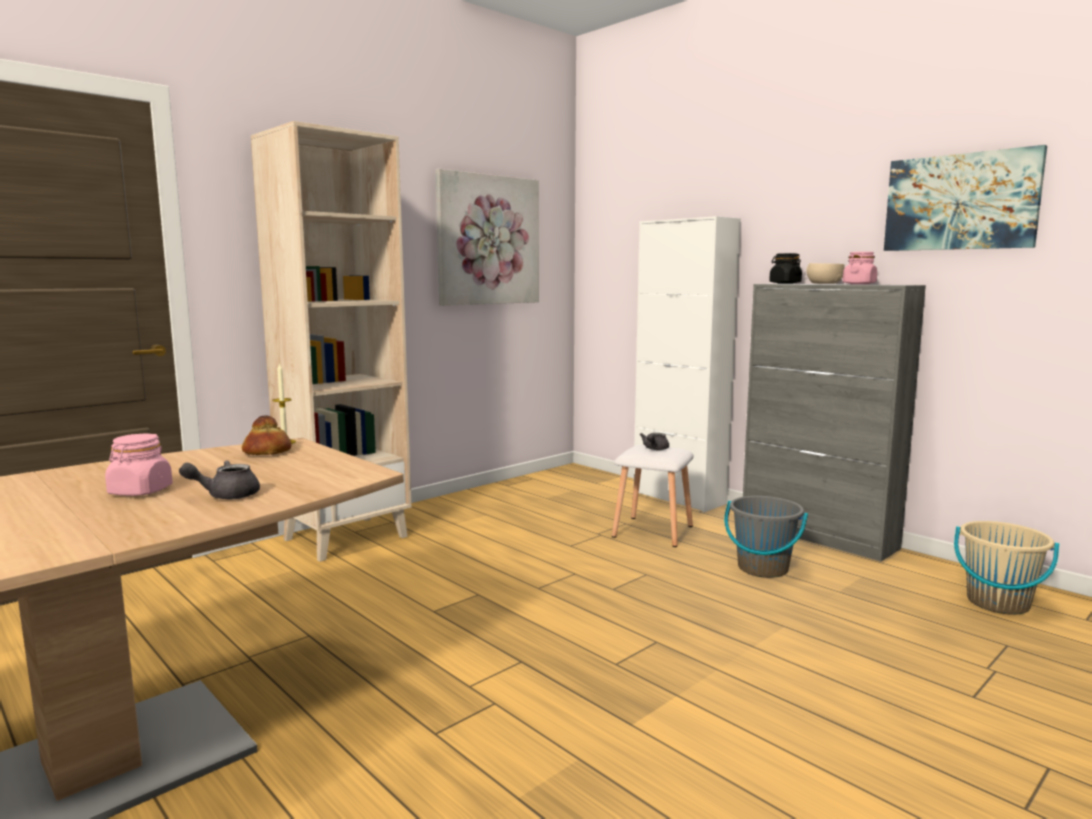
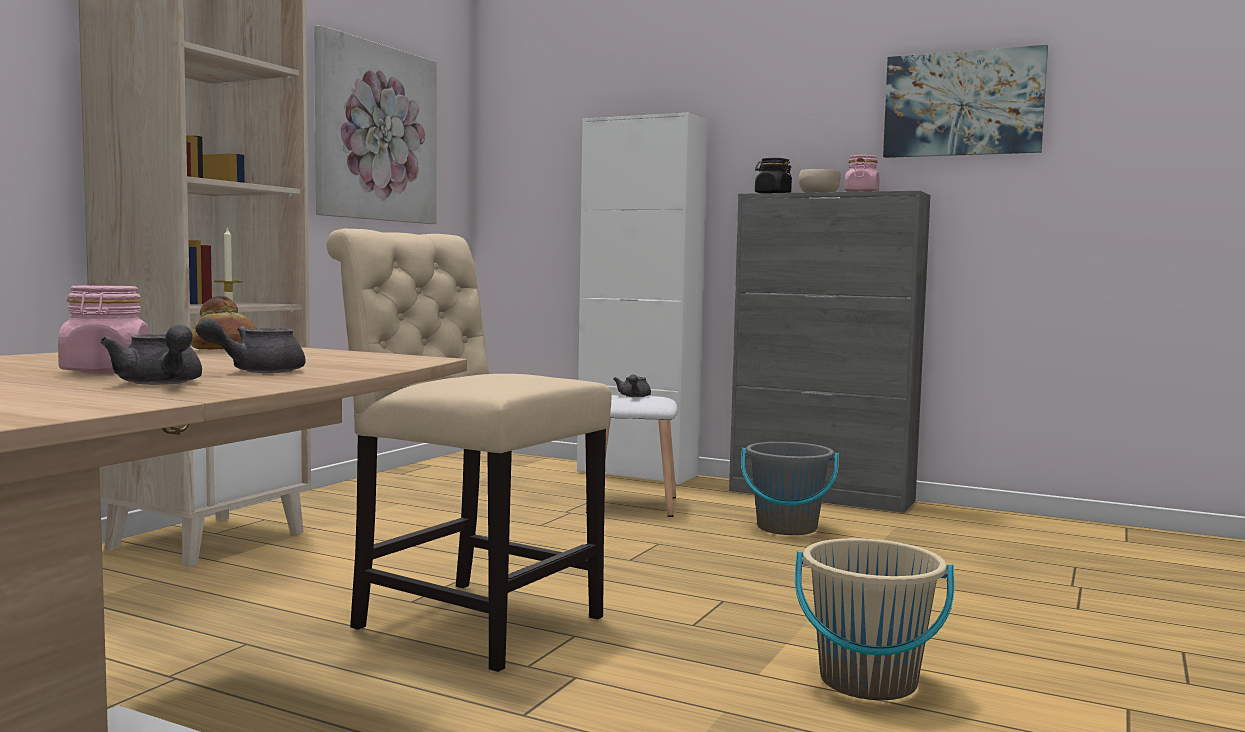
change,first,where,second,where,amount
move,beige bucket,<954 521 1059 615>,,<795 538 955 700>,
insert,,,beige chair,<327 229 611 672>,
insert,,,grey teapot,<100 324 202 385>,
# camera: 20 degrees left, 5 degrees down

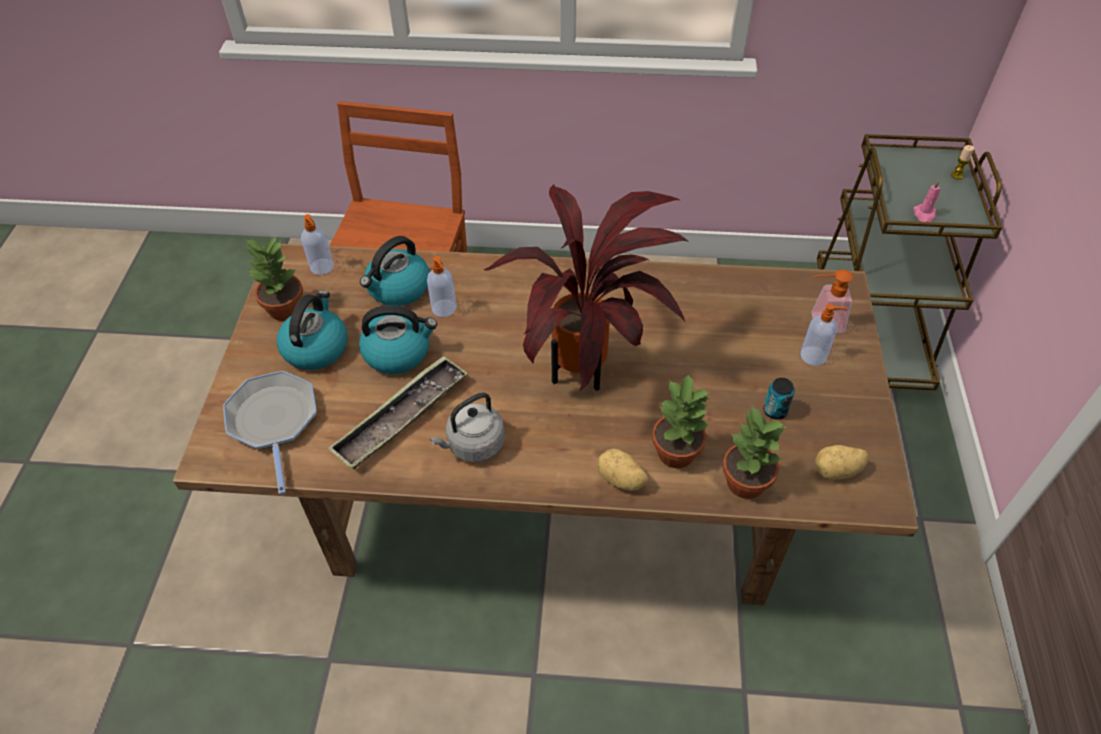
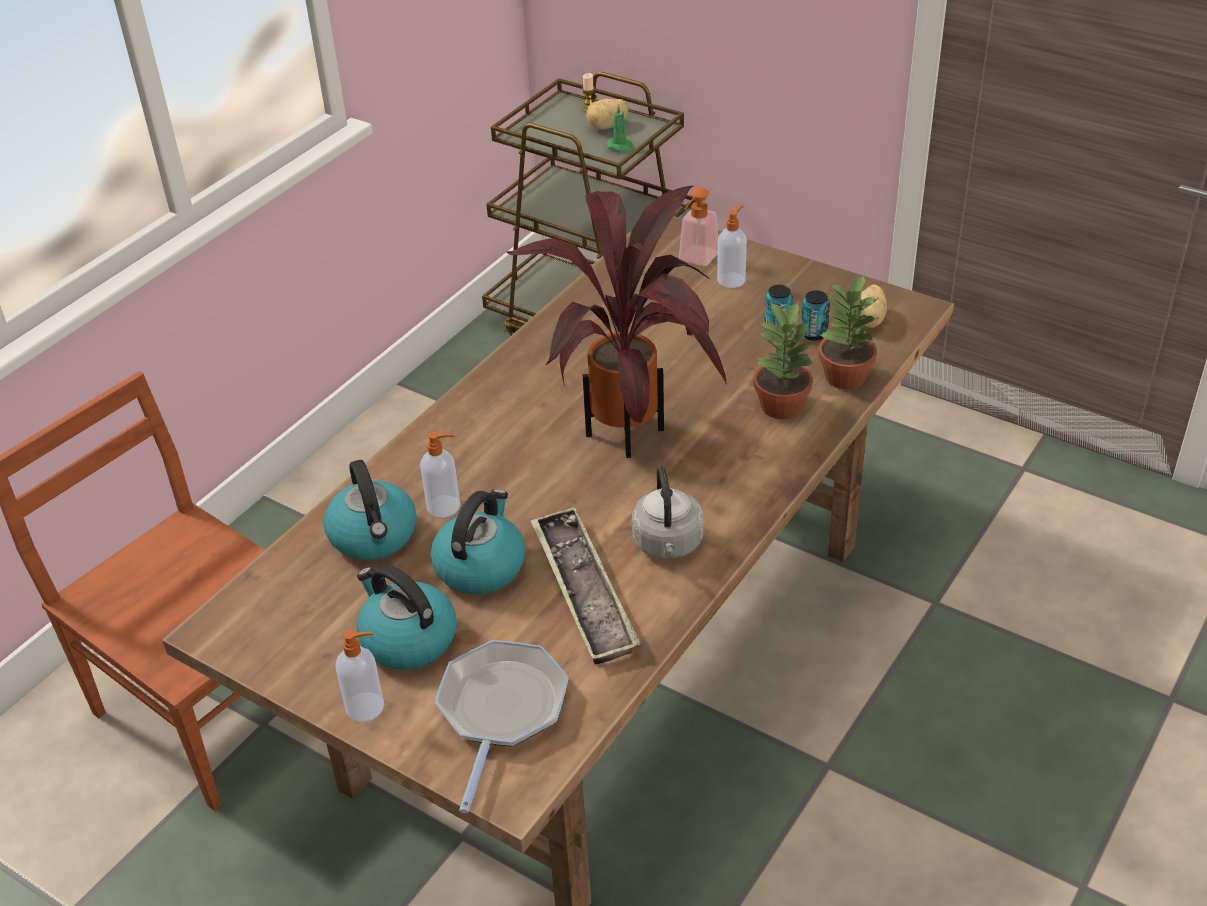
change,first,where,second,where,amount
recolor,pink candle,<913 180 940 222>,green candle,<607 104 633 153>,
move,soap dispenser,<301 214 334 275>,,<336 630 384 722>,
delete,potted plant,<246 237 303 321>,,,
rotate,frying pan,<223 371 317 495>,,<435 640 569 813>,90 degrees clockwise
move,potato,<598 448 648 491>,,<586 99 629 130>,
insert,,,can,<801 290 830 341>,
# camera: 60 degrees left, 10 degrees down

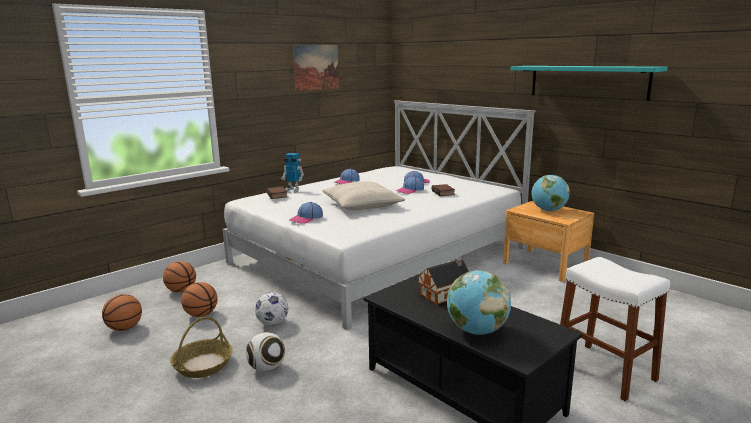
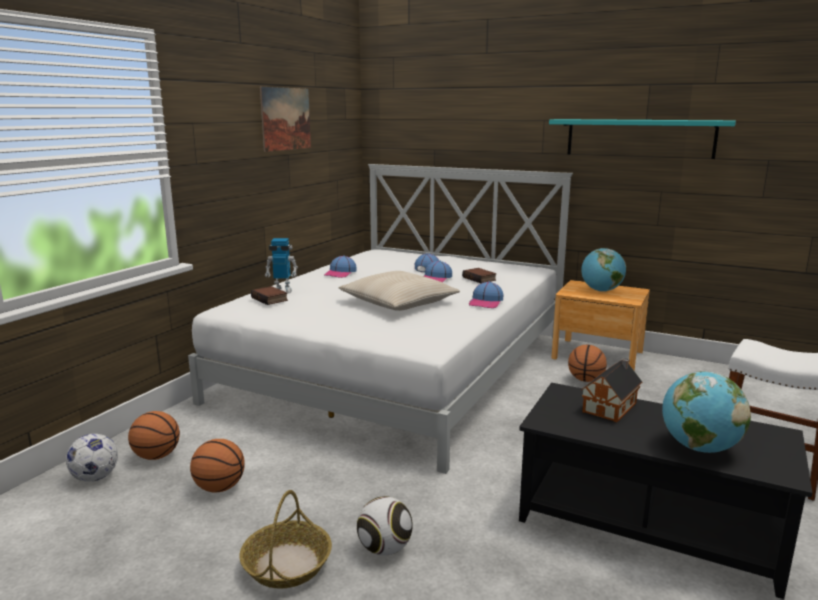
change,first,where,second,where,amount
move,cap,<289 202 323 224>,,<469 281 503 308>,
move,football,<255 292 288 326>,,<66 434 118 482>,
move,basketball,<102 294 142 331>,,<568 345 607 382>,
# camera: 20 degrees left, 0 degrees up

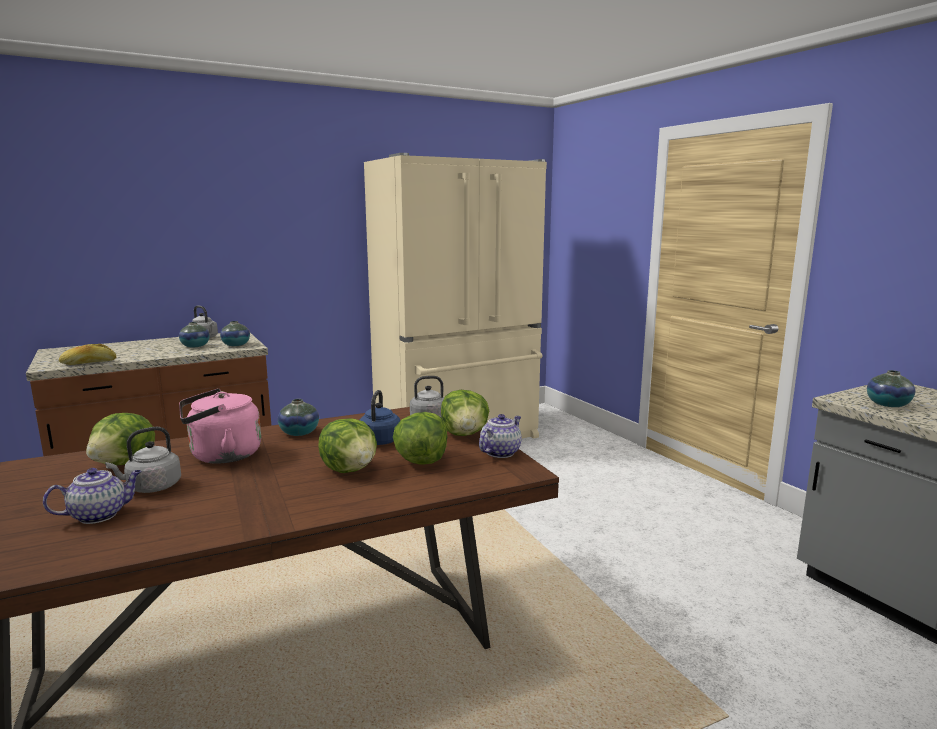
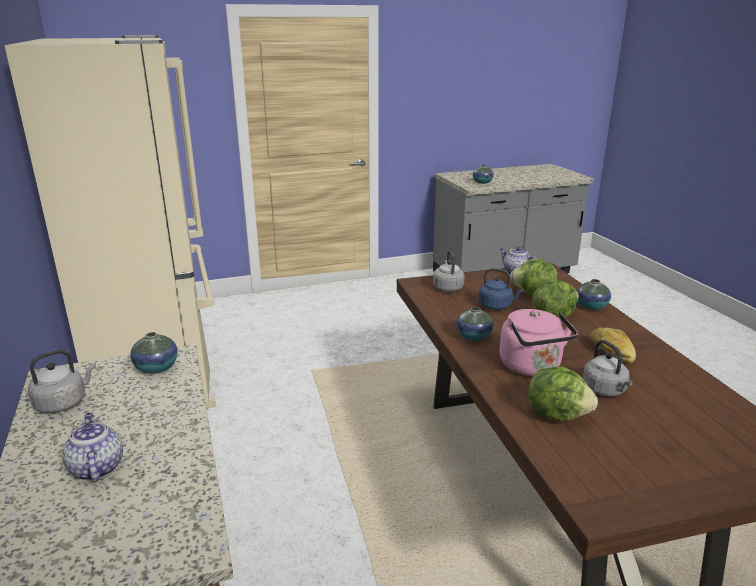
change,first,where,second,where,amount
move,vase,<179 322 210 348>,,<577 279 611 310>,
move,bread,<59 344 116 365>,,<590 327 636 363>,
delete,lettuce,<441 390 489 436>,,,
move,teapot,<43 468 142 524>,,<62 413 123 482>,
# camera: 80 degrees left, 10 degrees up

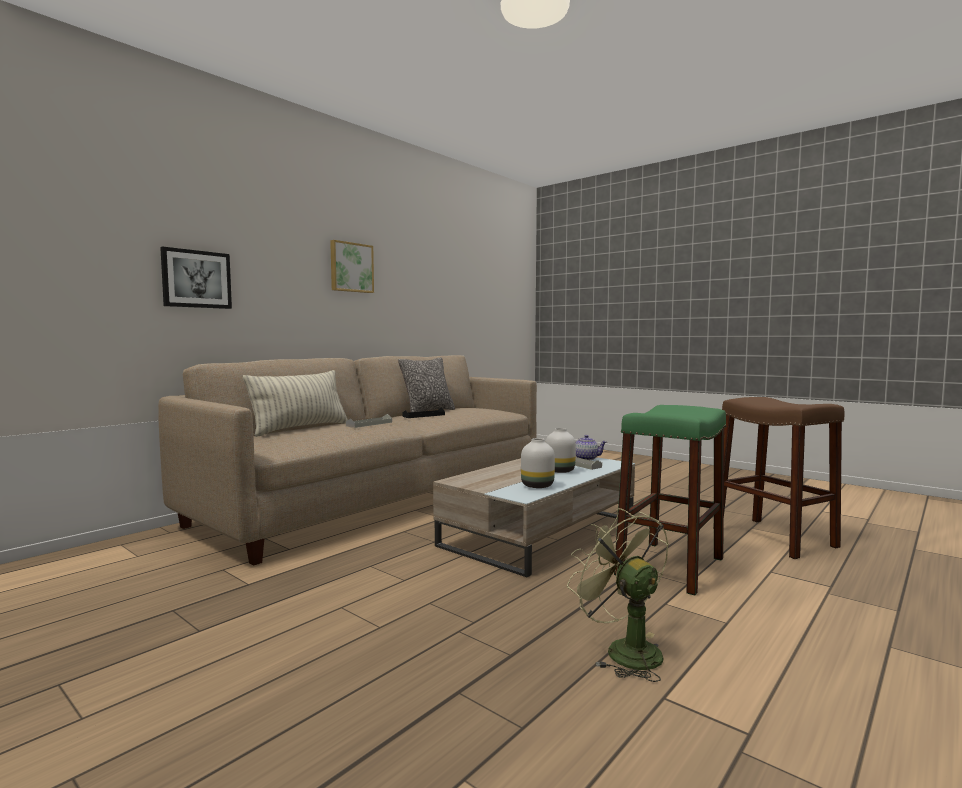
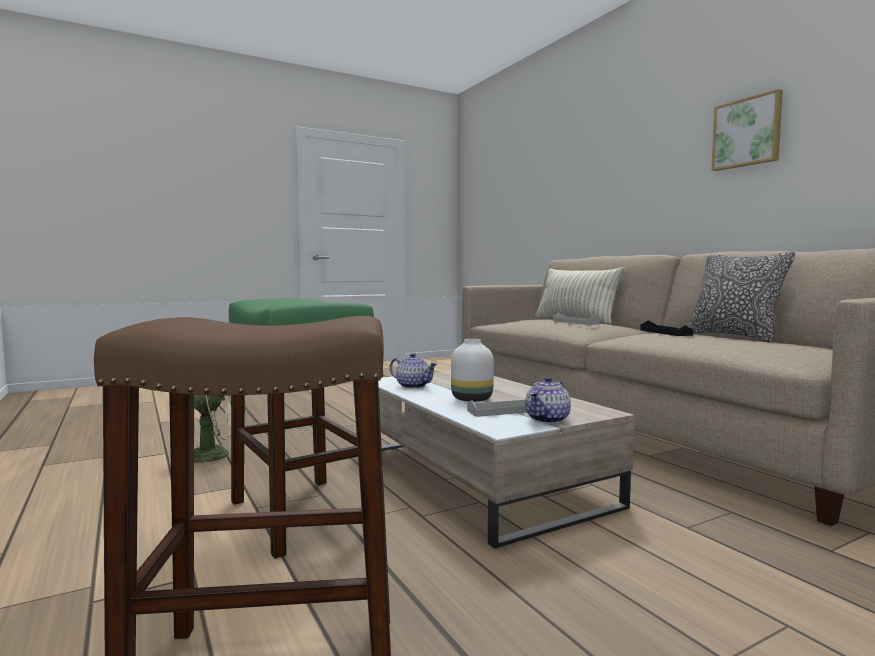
change,first,where,second,where,amount
delete,picture,<160 247 232 309>,,,
replace,white vase,<521 438 555 488>,teapot,<390 353 437 389>,
# camera: 110 degrees right, 0 degrees up

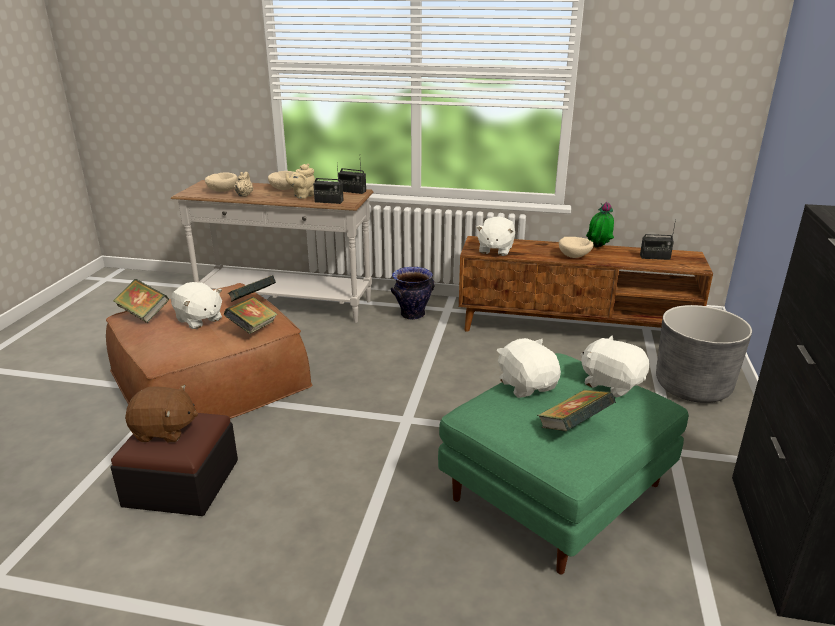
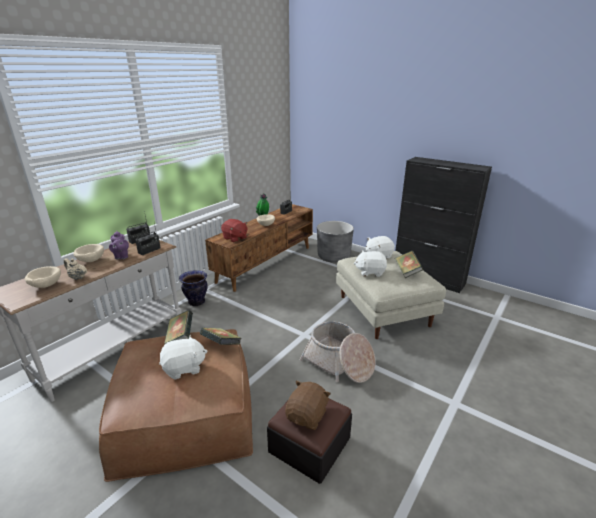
change,first,where,second,where,amount
recolor,beige teapot,<286 164 315 199>,purple teapot,<109 231 129 259>,
recolor,white plush toy,<476 216 515 256>,red plush toy,<221 219 247 242>,
delete,book,<113 279 169 323>,,,
recolor,green ottoman,<438 353 688 574>,beige ottoman,<336 251 446 339>,
insert,,,basket,<300 321 376 383>,
# camera: 65 degrees left, 0 degrees up

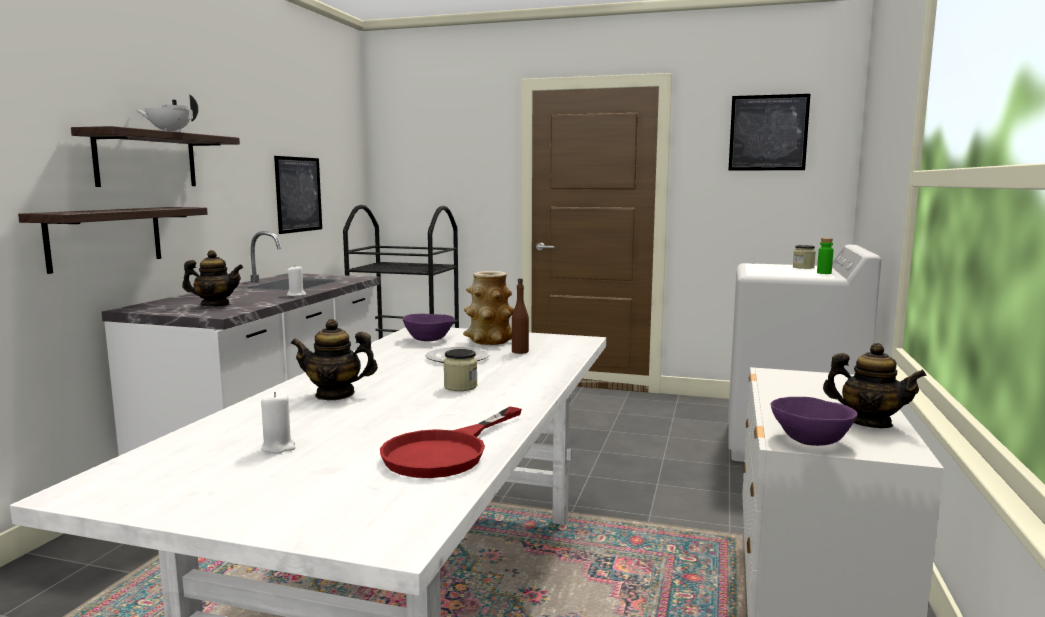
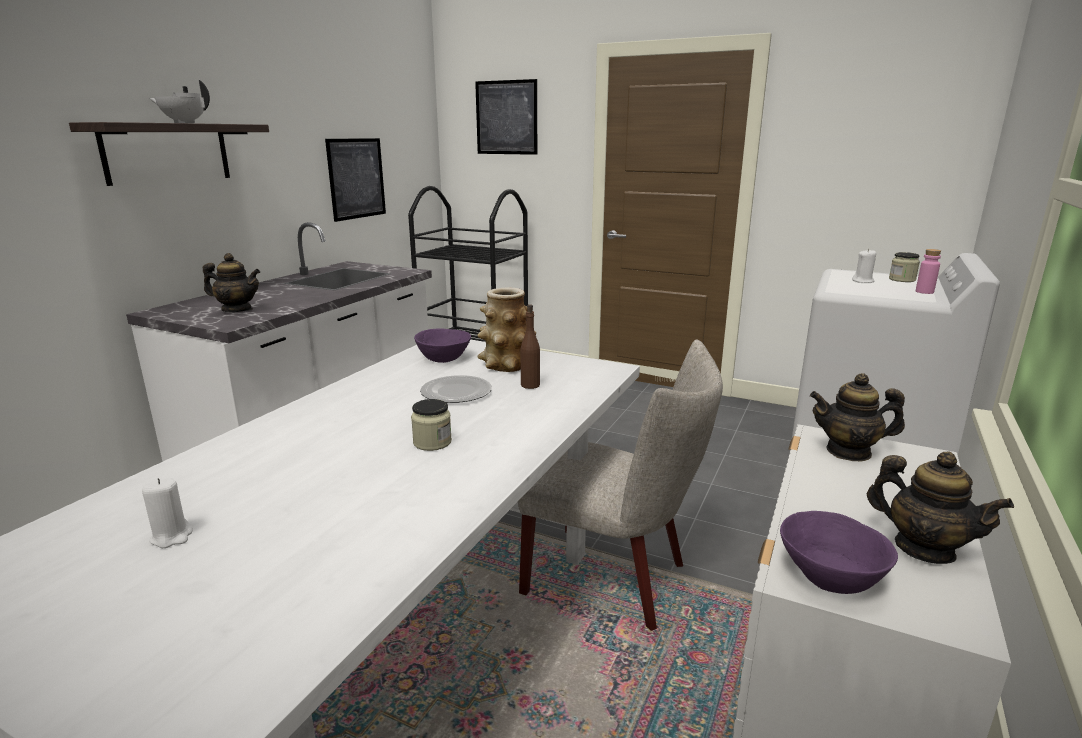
change,first,where,second,where,amount
move,picture,<729 94 810 171>,,<475 79 537 155>,
delete,shelf,<18 207 208 274>,,,
recolor,green bottle,<817 238 833 274>,pink bottle,<916 249 941 294>,
move,white candle,<287 266 306 296>,,<852 249 876 283>,
move,teapot,<291 319 378 400>,,<810 373 905 461>,
delete,red frying pan,<380 407 522 478>,,,
insert,,,beige chair,<518 340 723 631>,
# camera: 10 degrees right, 10 degrees up

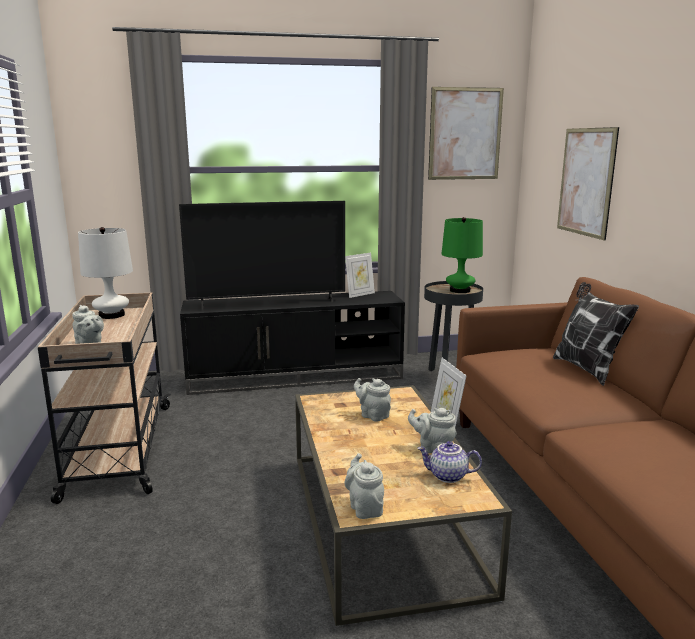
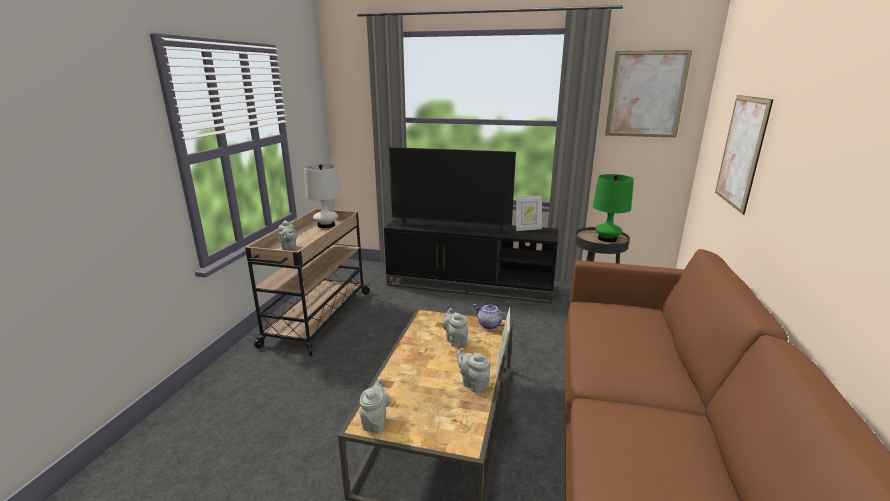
change,first,where,second,where,amount
delete,pillow,<553 282 639 386>,,,
move,teapot,<417 441 482 483>,,<473 304 507 330>,
# camera: 25 degrees right, 5 degrees up

